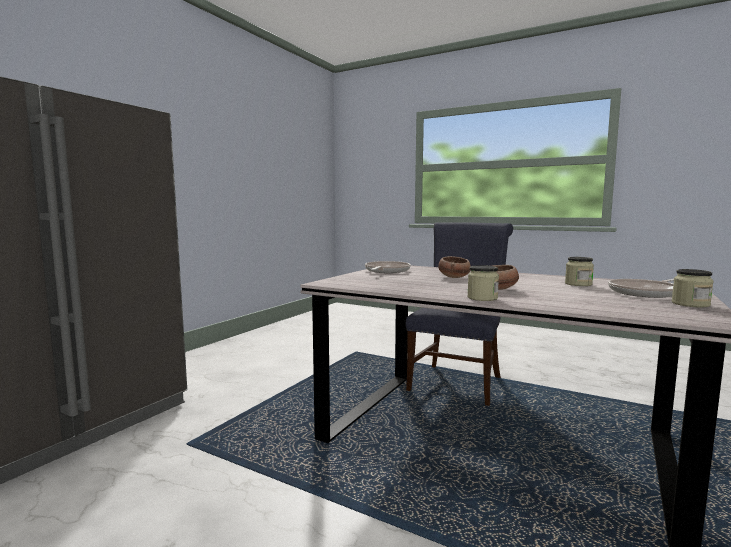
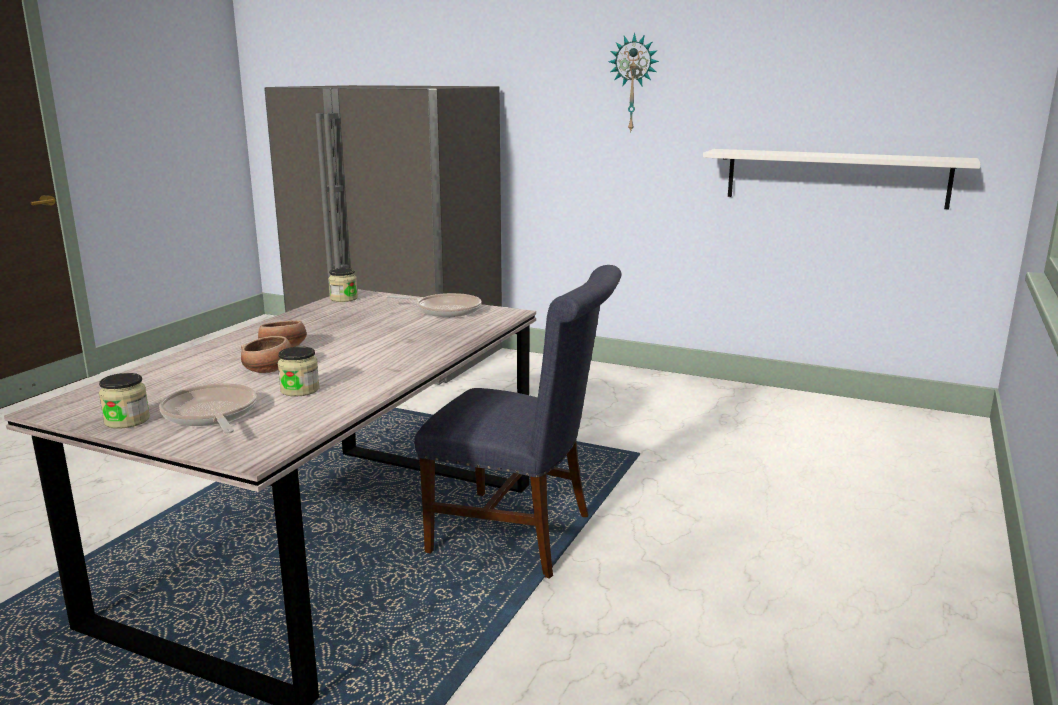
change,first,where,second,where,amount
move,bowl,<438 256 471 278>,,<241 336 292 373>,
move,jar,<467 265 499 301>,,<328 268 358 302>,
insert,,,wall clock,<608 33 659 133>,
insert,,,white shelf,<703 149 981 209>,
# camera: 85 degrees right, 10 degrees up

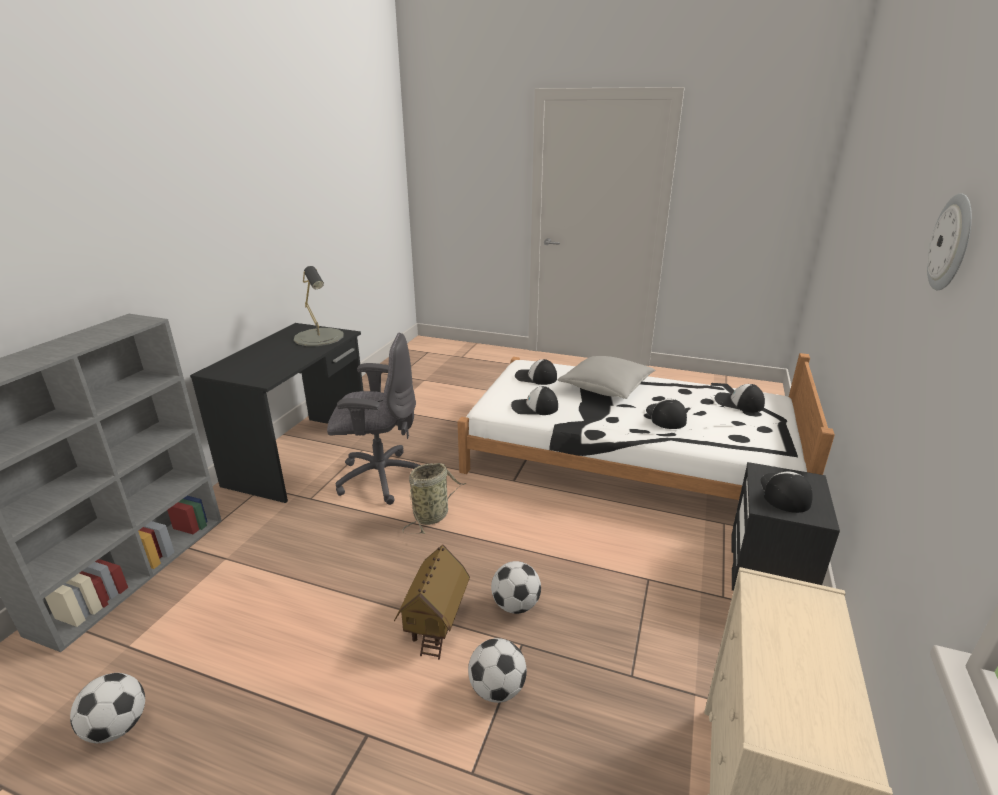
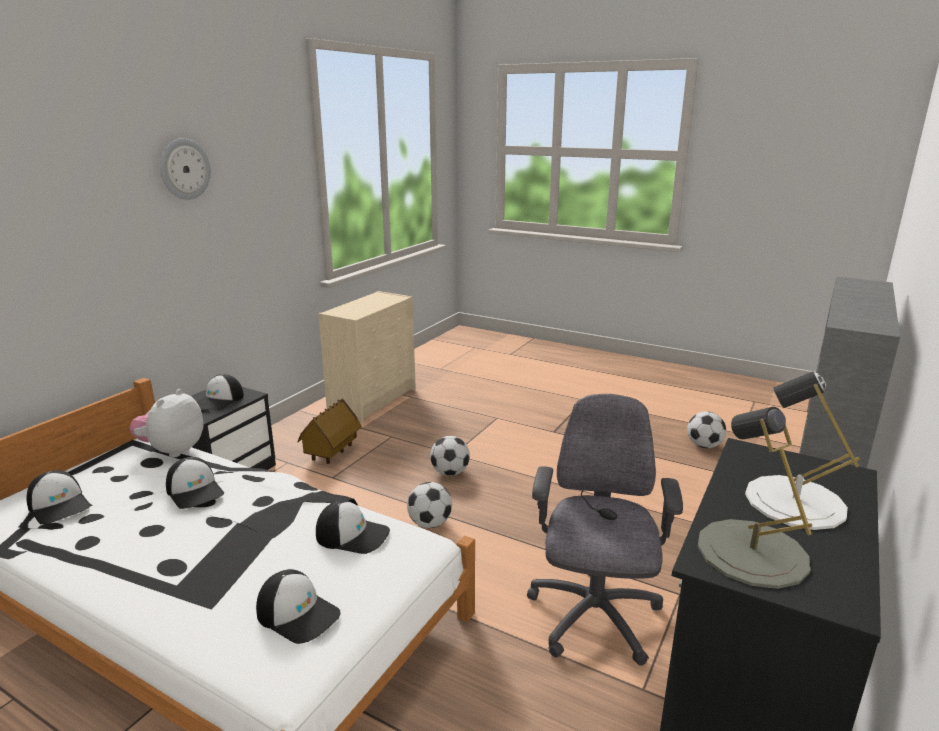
change,first,where,second,where,amount
rotate,grey office chair,<327 333 420 505>,,<527 394 683 666>,90 degrees clockwise
delete,grey pillow,<558 356 655 399>,,,
rotate,cap,<646 399 687 429>,,<166 457 224 509>,45 degrees counterclockwise
delete,basket,<402 463 467 534>,,,
move,toy house,<394 545 470 660>,,<297 399 362 464>,
move,football,<468 638 527 703>,,<407 482 452 528>,
insert,,,white table lamp,<745 371 860 530>,
insert,,,plush toy,<129 389 204 458>,
# camera: 170 degrees left, 5 degrees down

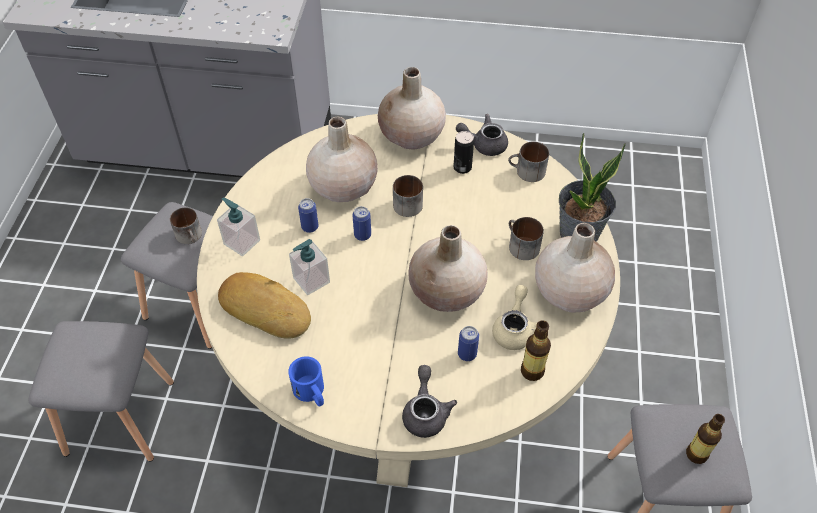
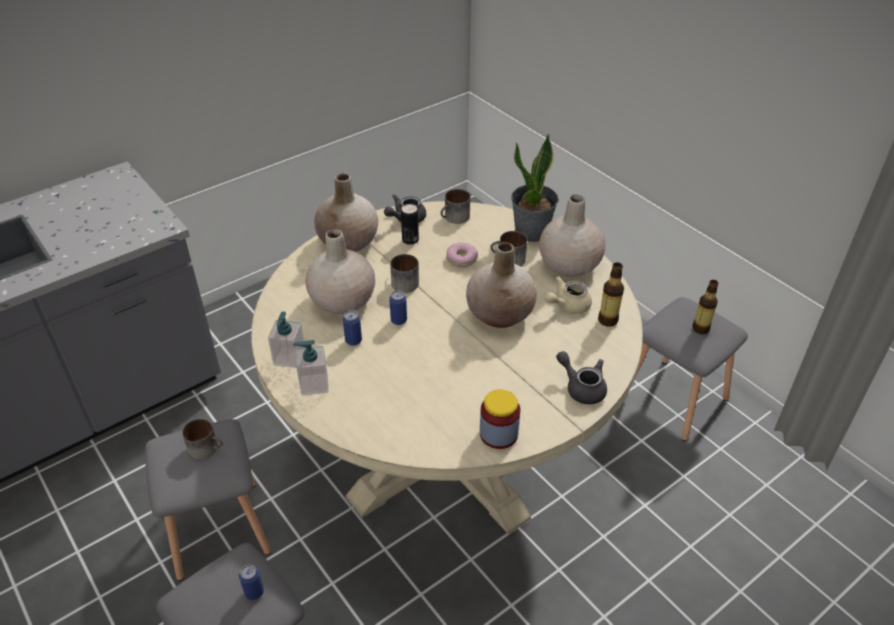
change,first,where,second,where,amount
move,soap dispenser,<289 239 330 295>,,<268 311 305 368>,
delete,bread,<218 272 311 339>,,,
rotate,beige teapot,<492 285 538 350>,,<545 276 592 314>,90 degrees counterclockwise
move,can,<458 326 479 361>,,<239 564 264 600>,
replace,blue mug,<288 356 324 407>,jar,<480 389 520 449>,
insert,,,donut,<446 243 478 267>,
# camera: 45 degrees left, 10 degrees down

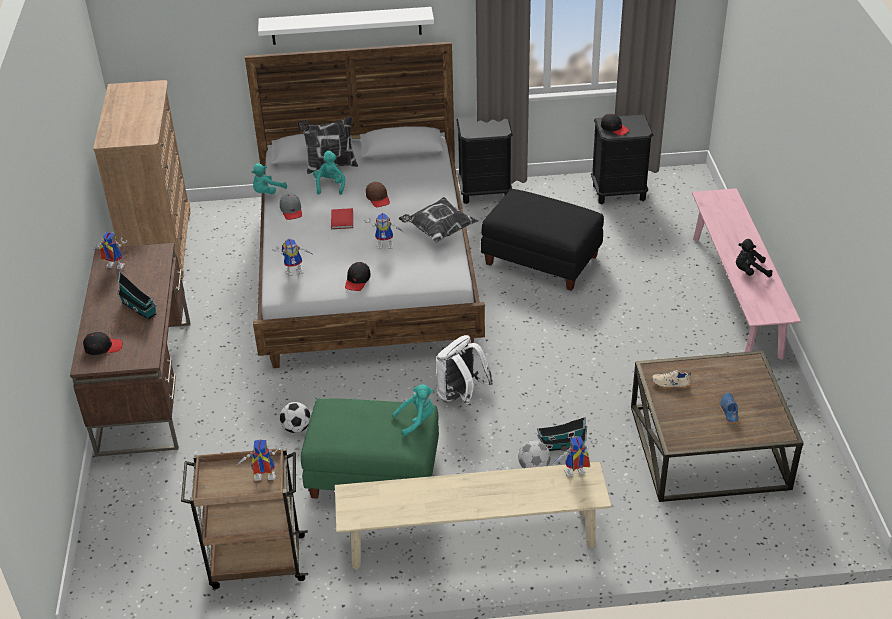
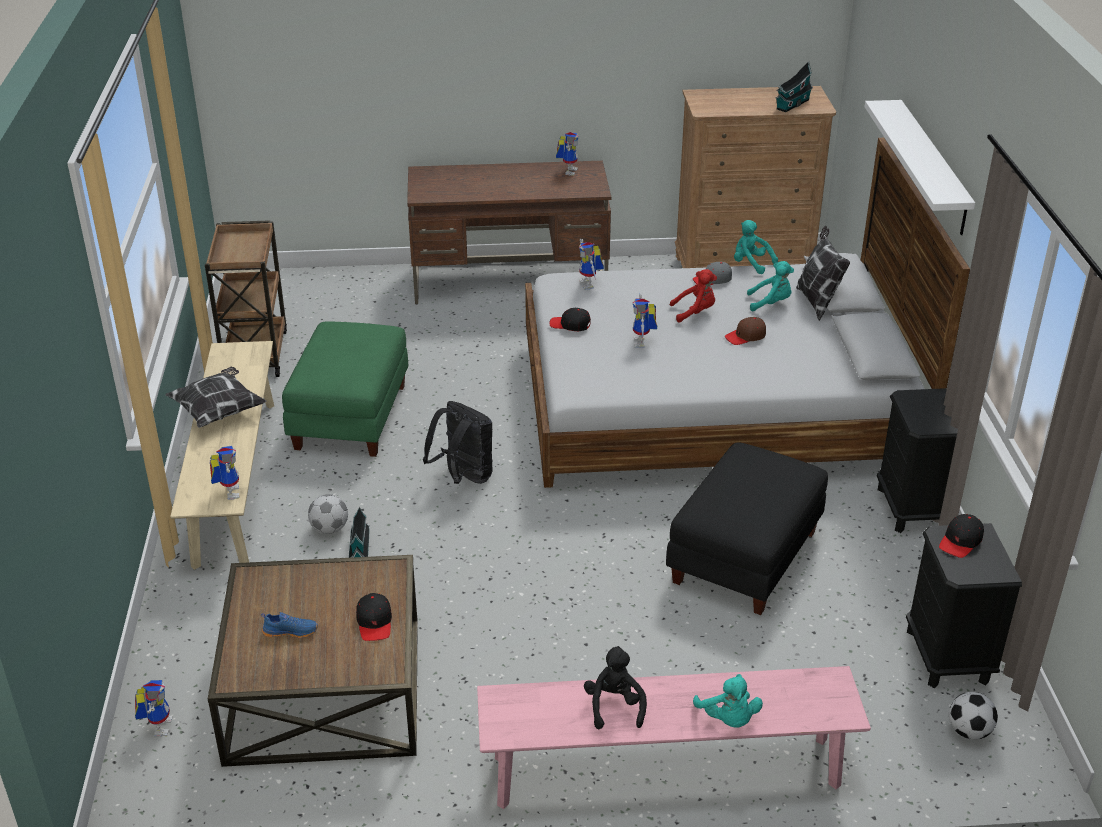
change,first,where,second,where,amount
move,pillow,<399 197 479 243>,,<165 367 267 428>,
replace,red book,<331 208 353 229>,red plush toy,<670 269 717 323>,
move,toy house,<117 271 157 319>,,<775 61 813 112>,
move,black cap,<83 332 123 355>,,<356 593 392 641>,
recolor,white backpack,<436 335 493 404>,black backpack,<423 401 493 484>,
delete,beige shoe,<652 370 691 389>,,,
move,turquoise plush toy,<392 384 434 436>,,<693 674 763 727>,
move,football,<279 402 311 433>,,<949 692 998 740>,
move,toy robot,<235 439 284 481>,,<135 680 173 737>,
# camera: 90 degrees right, 5 degrees down

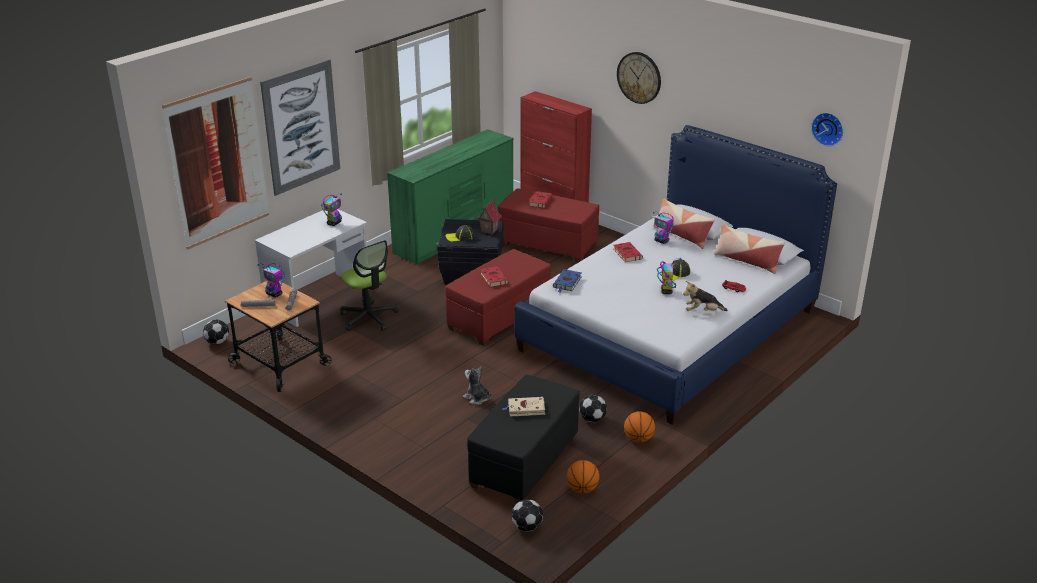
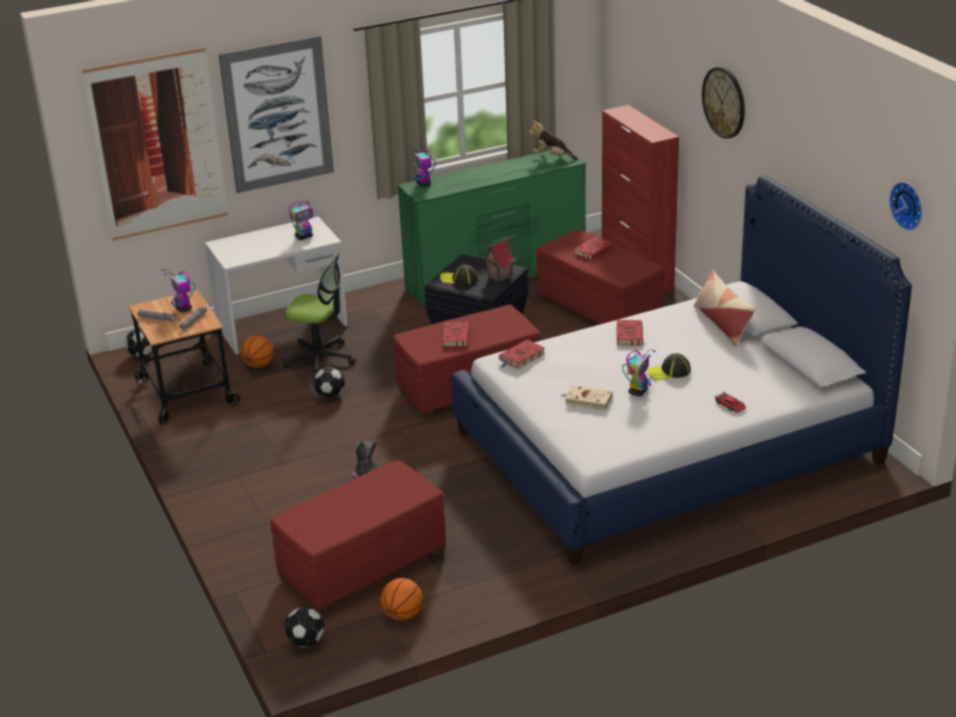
change,first,where,second,where,amount
move,toy robot,<653 212 674 244>,,<407 146 436 187>,
delete,pillow,<714 224 785 274>,,,
rotate,office chair,<341 240 399 331>,,<283 252 356 377>,60 degrees counterclockwise
recolor,blue book,<553 269 582 292>,red book,<499 340 545 369>,
move,plush toy,<683 281 728 311>,,<528 120 578 160>,
recolor,black ottoman,<467 374 580 503>,red ottoman,<270 460 446 615>,
move,football,<579 395 607 422>,,<314 367 345 398>,
move,beige book,<502 397 545 416>,,<562 385 613 410>,
move,basketball,<624 411 655 443>,,<241 335 274 368>,
# camera: 25 degrees right, 0 degrees up

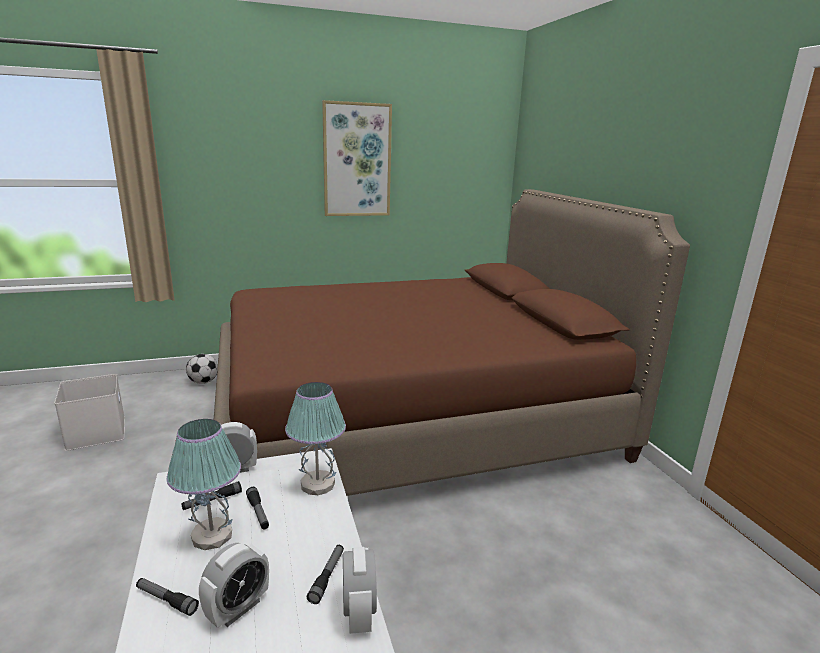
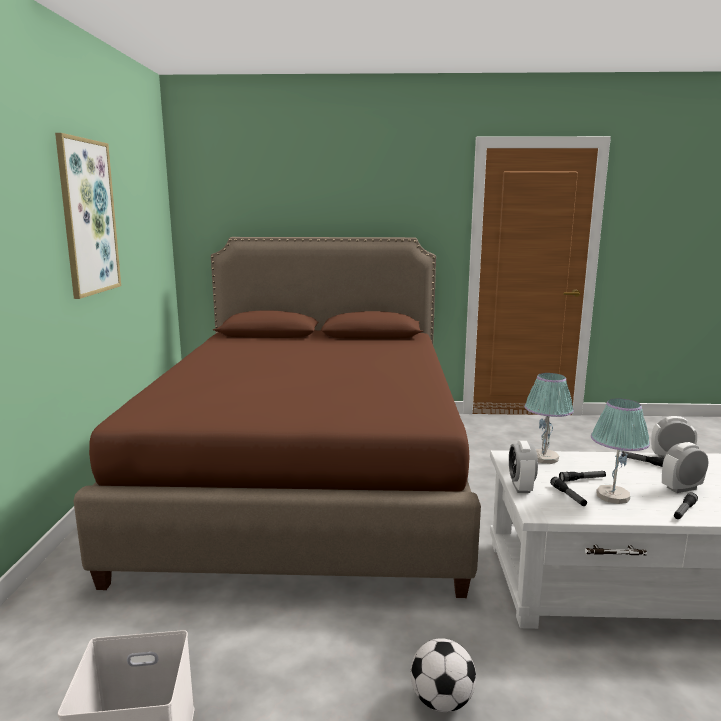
change,first,where,second,where,amount
move,football,<186 354 218 384>,,<410 638 476 712>,
rotate,alarm clock,<199 543 269 628>,,<662 442 708 493>,75 degrees counterclockwise
# camera: 70 degrees left, 5 degrees down

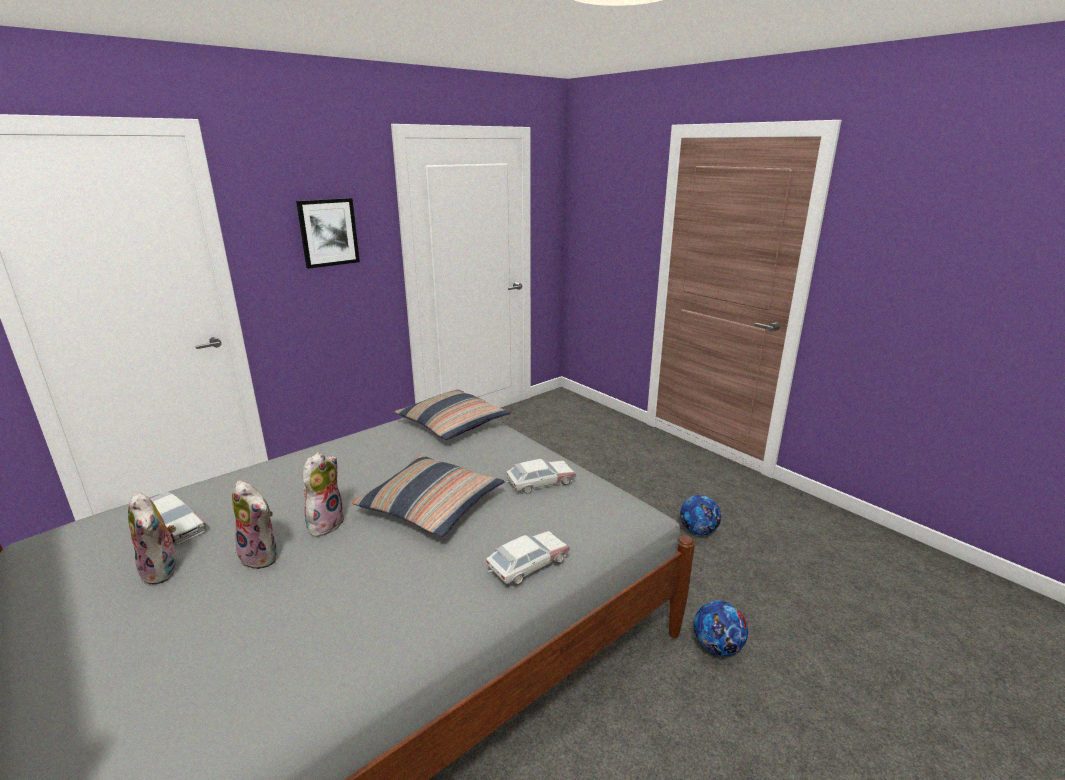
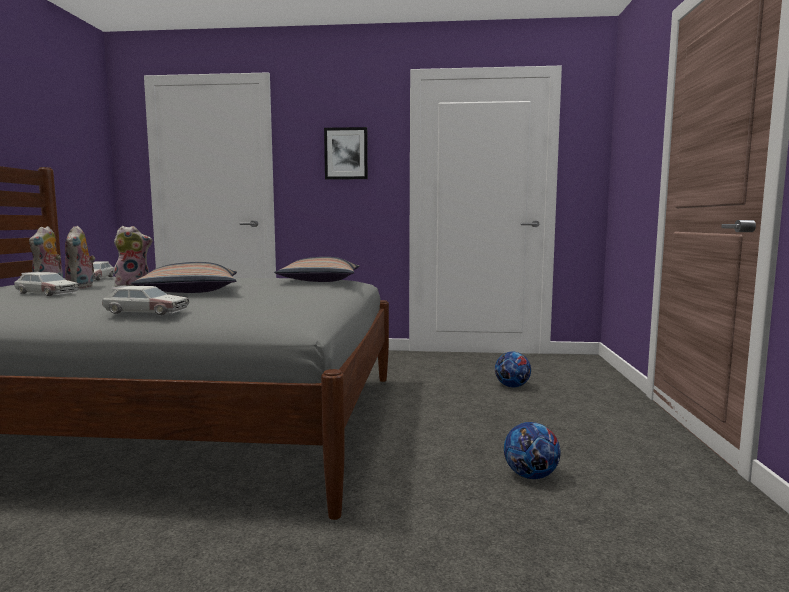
change,first,where,second,where,amount
move,toy car,<506 459 576 493>,,<14 272 80 296>,
move,football,<694 601 748 656>,,<495 352 531 387>,
# camera: 45 degrees right, 15 degrees down

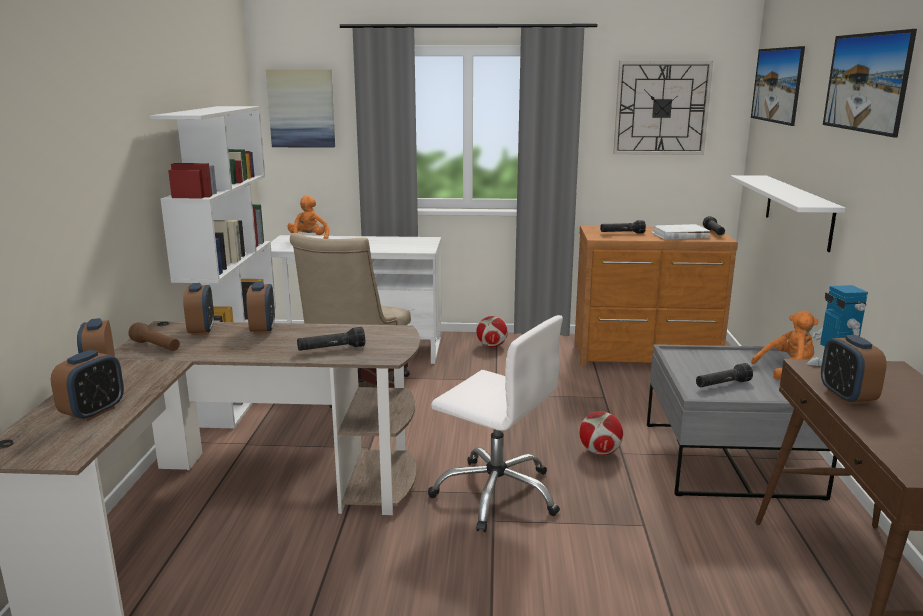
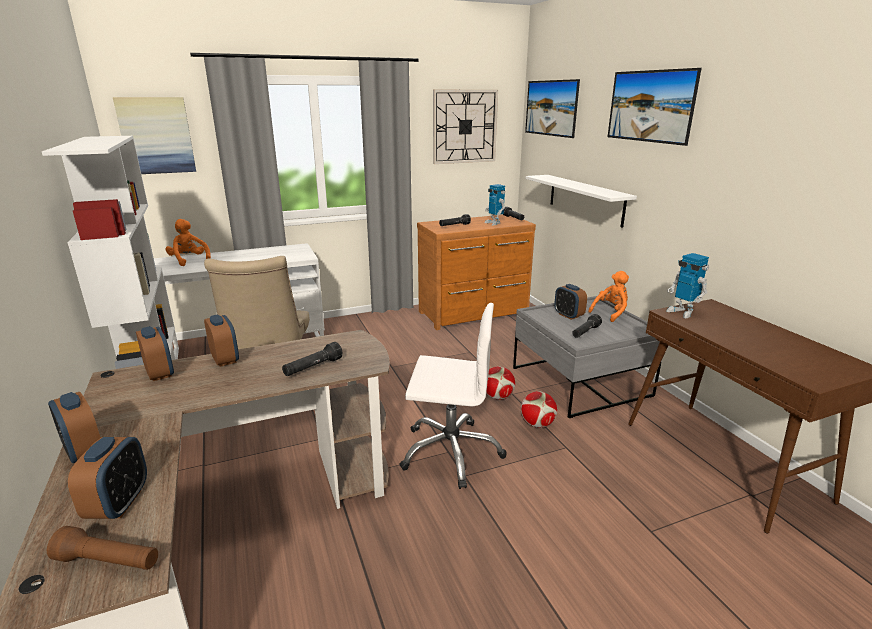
change,first,where,second,where,amount
replace,white book,<651 224 710 240>,toy robot,<484 184 505 226>,
move,football,<477 316 508 347>,,<521 391 557 428>,
move,brown flashlight,<128 322 180 351>,,<47 526 158 570>,
move,alarm clock,<821 335 887 404>,,<554 284 587 320>,
# camera: 25 degrees left, 5 degrees up

